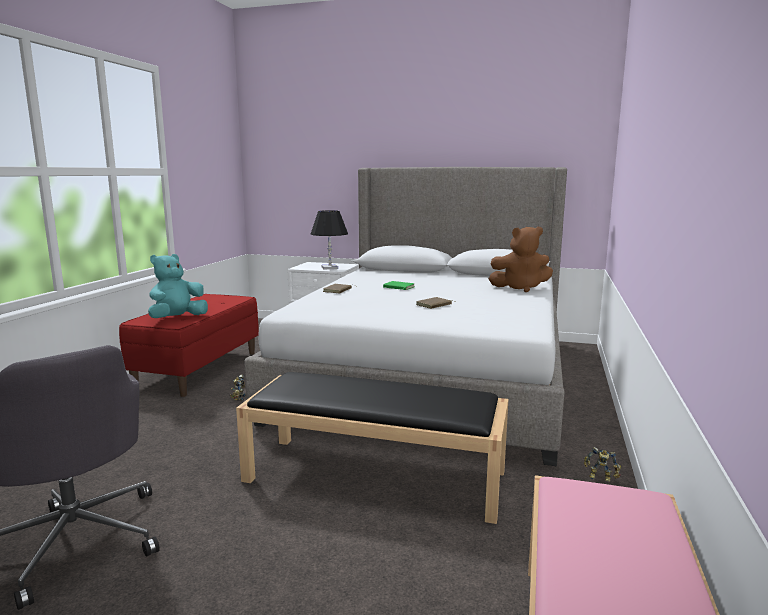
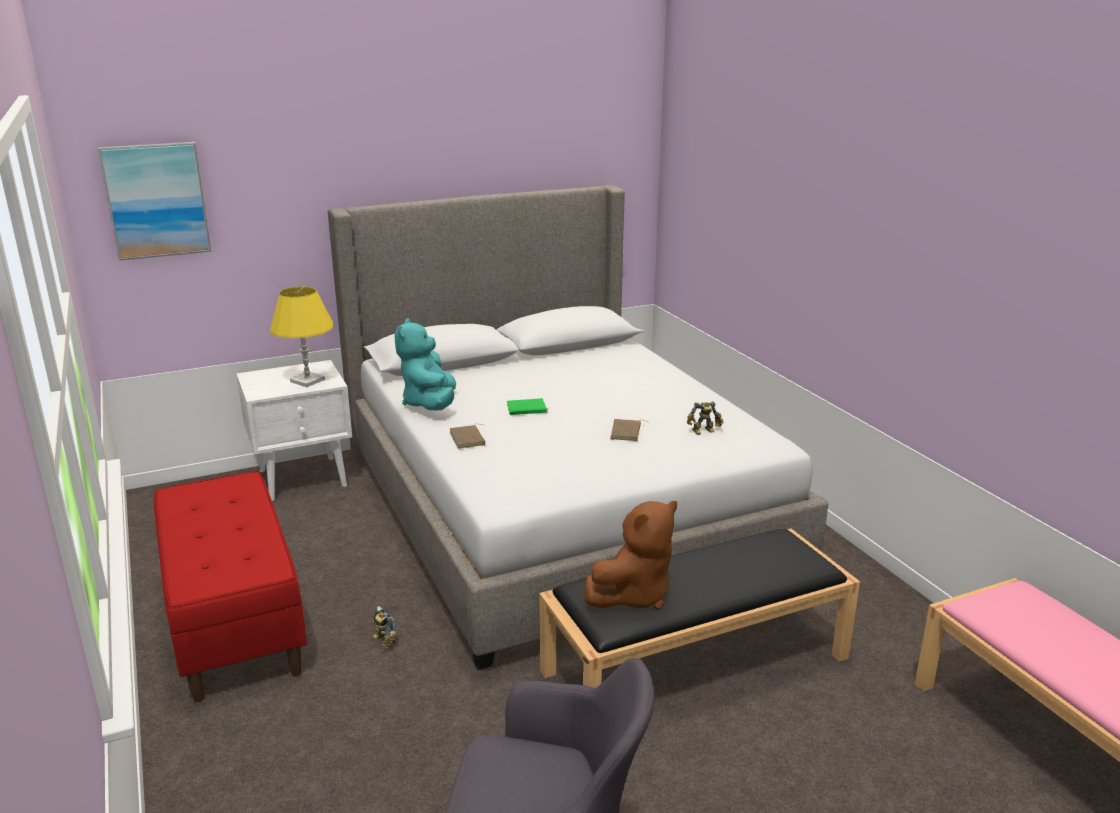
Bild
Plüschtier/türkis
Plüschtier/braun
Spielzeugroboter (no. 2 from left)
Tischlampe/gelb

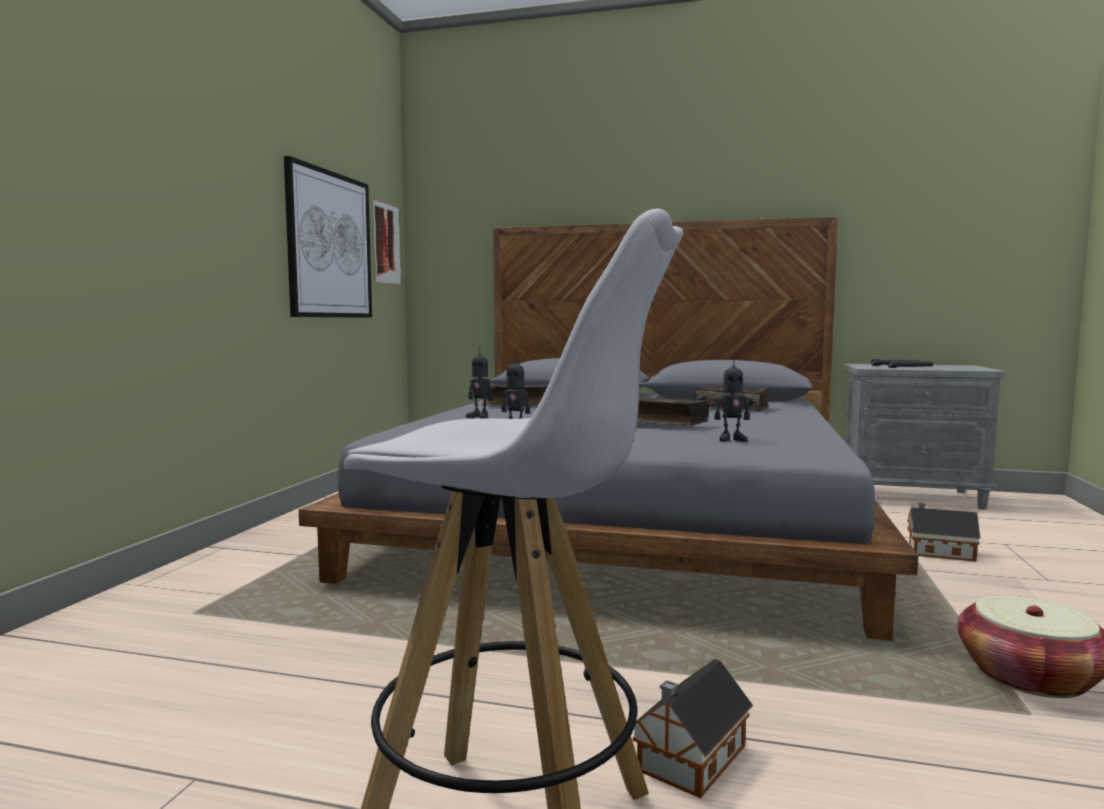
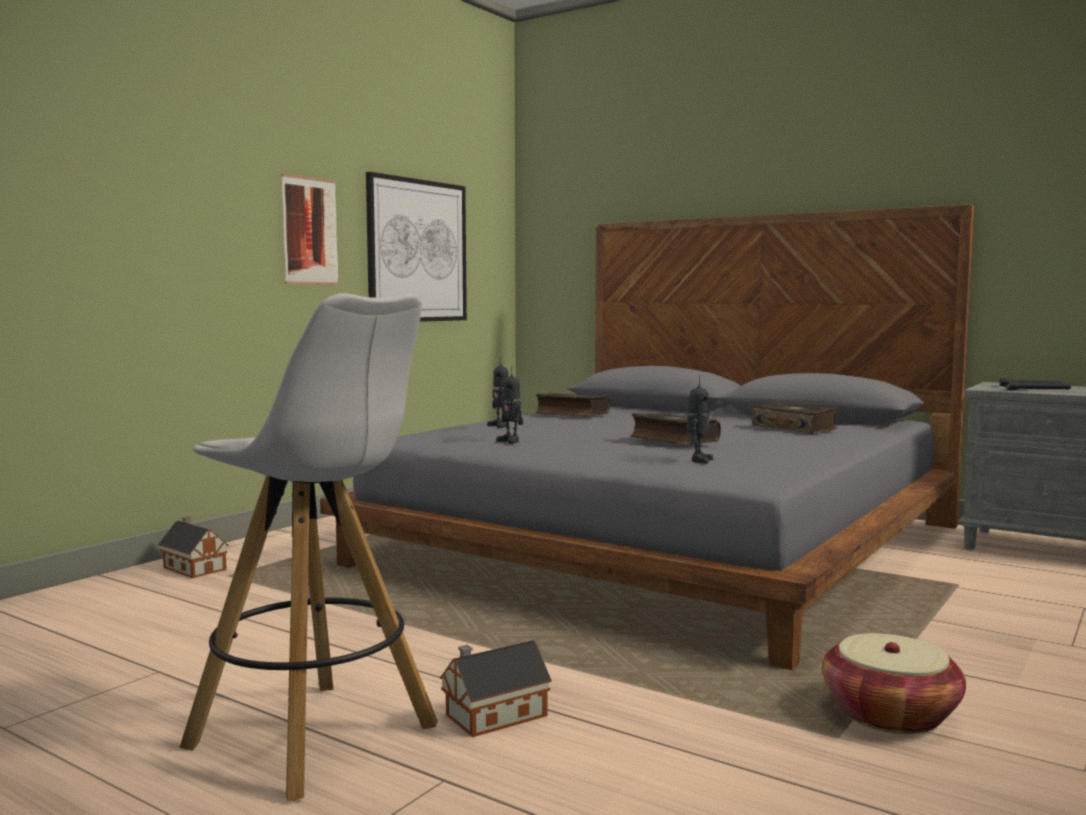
Bild (no. 1 from left)
Spielzeughaus (no. 1 from left)
Spielzeugroboter (no. 3 from left)

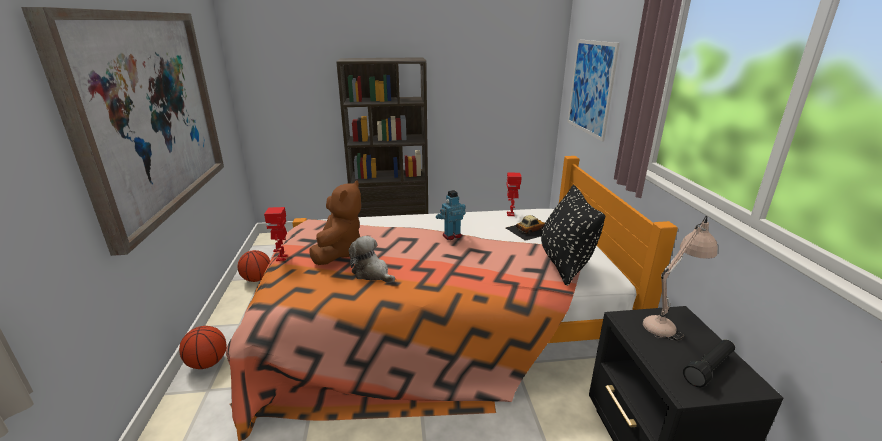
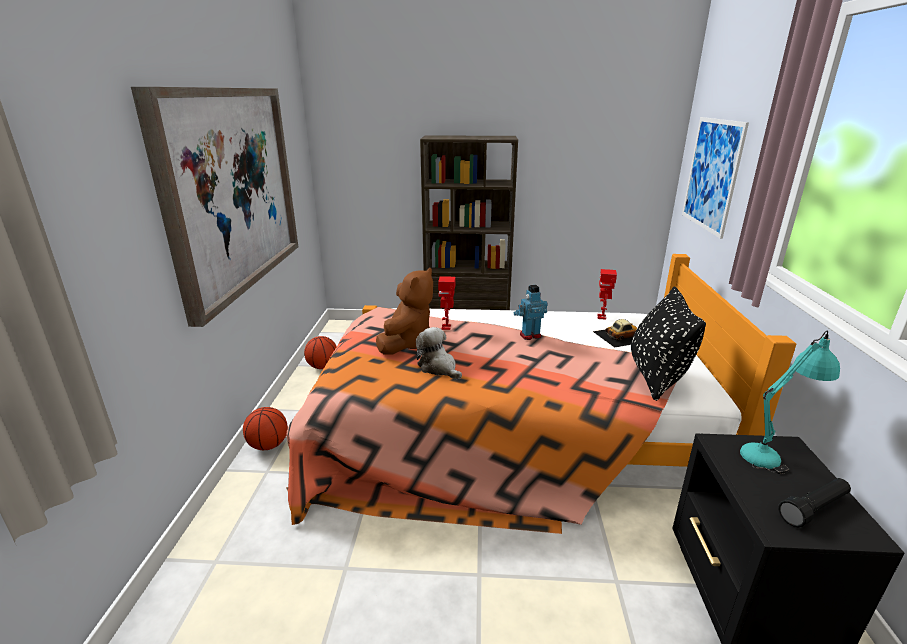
Spielzeugroboter (no. 1 from left)
Tischlampe/türkis

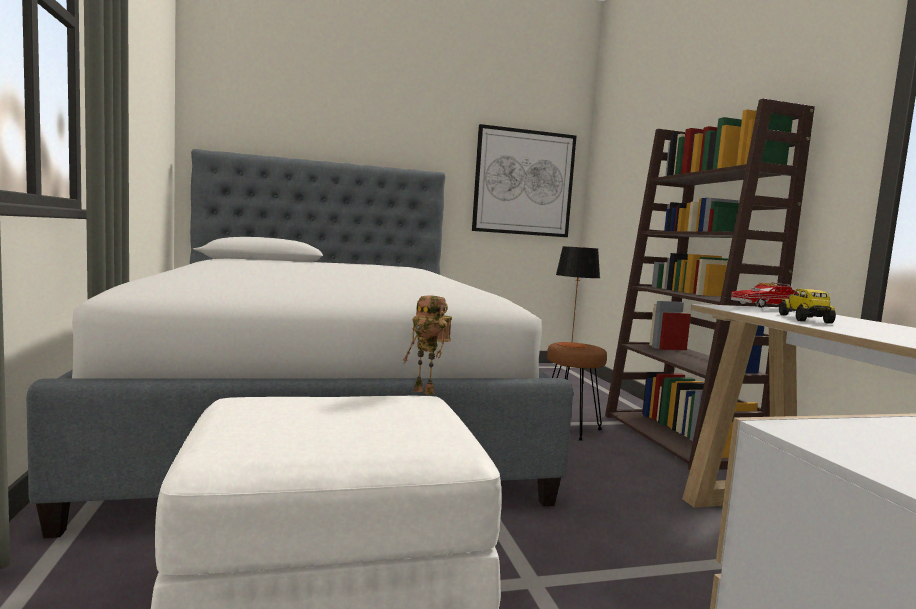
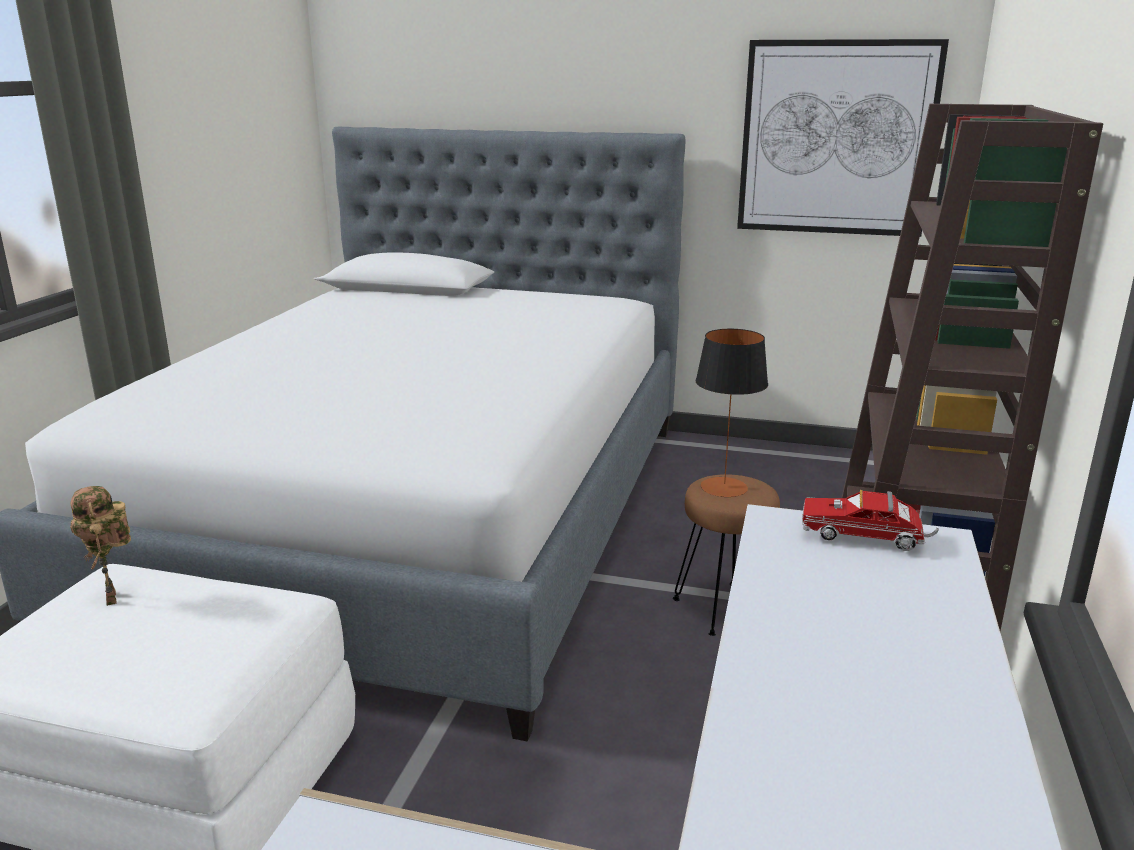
Spielzeuglaster (no. 2 from left in the first image)
Spielzeugroboter

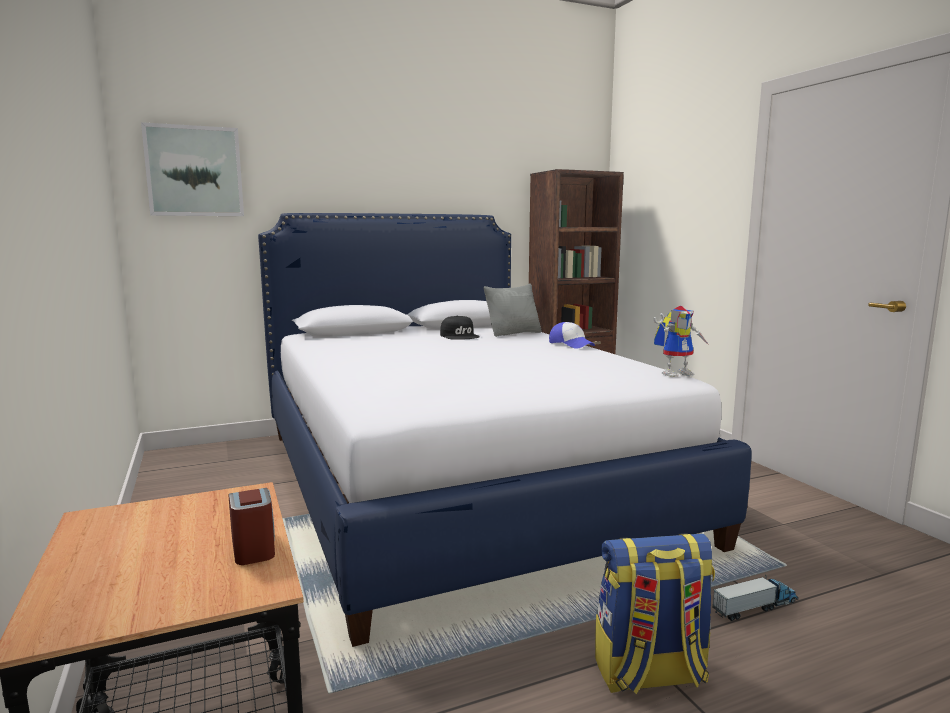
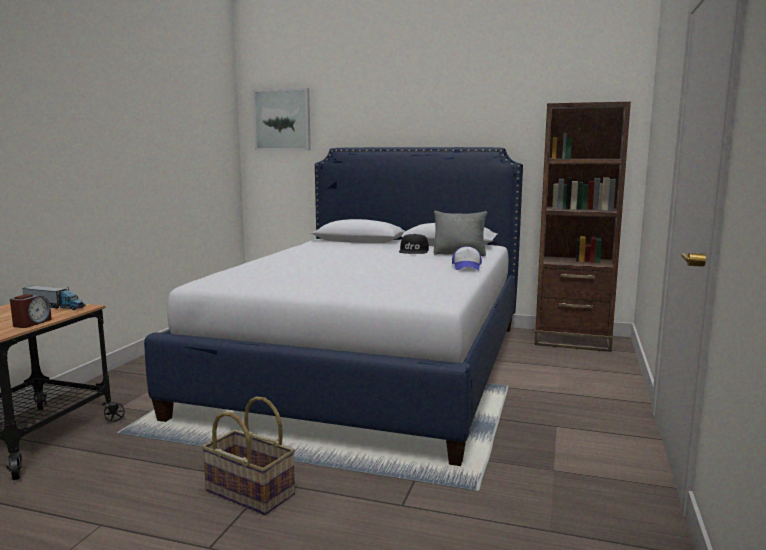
Spielzeugroboter
Spielzeuglaster
Korb

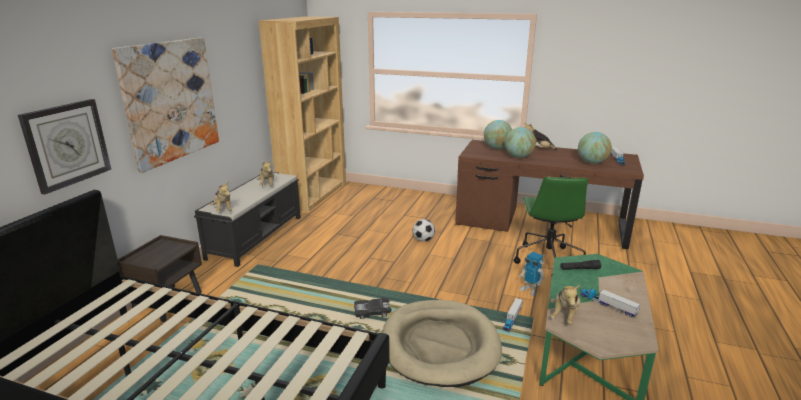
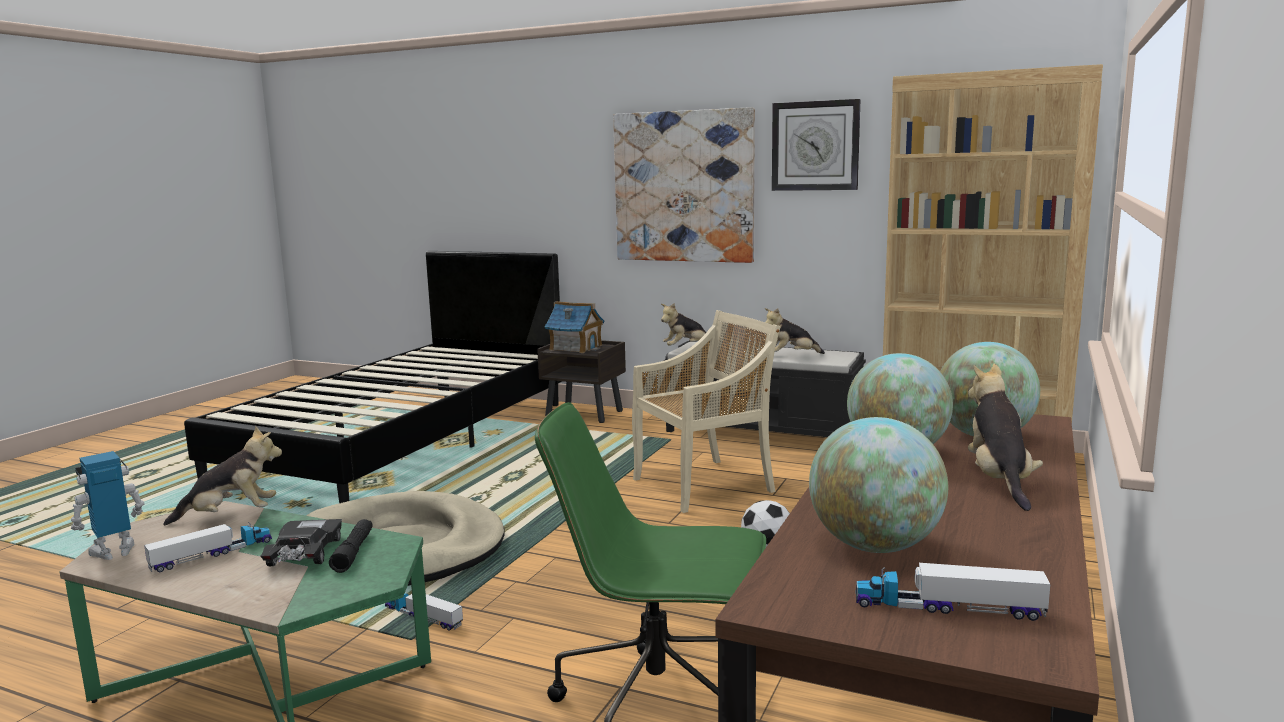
Spielzeughaus
Stuhl/beige
Wanduhr
Spielzeugauto/schwarz
Spielzeugroboter
Plüschtier (no. 1 from left)

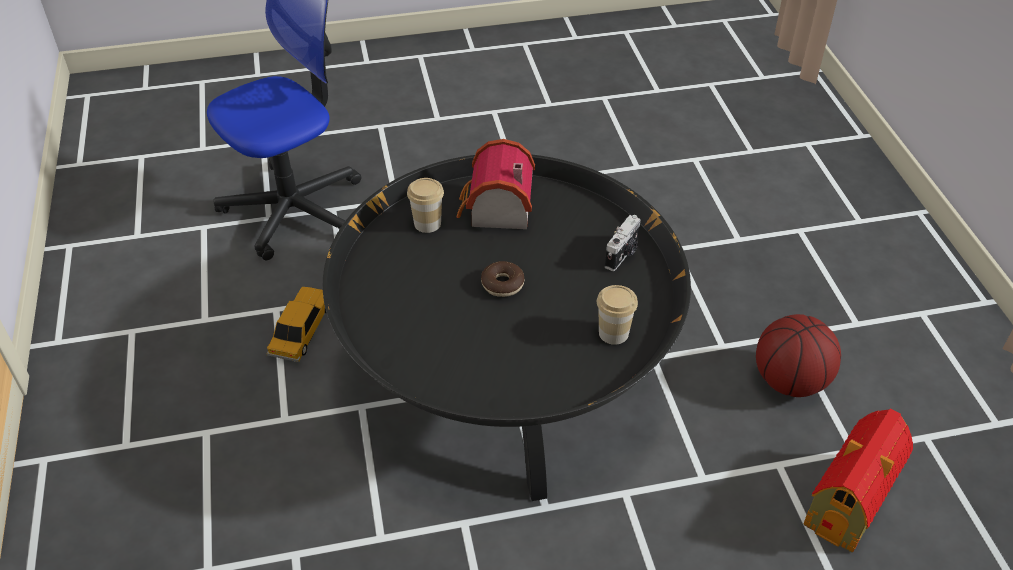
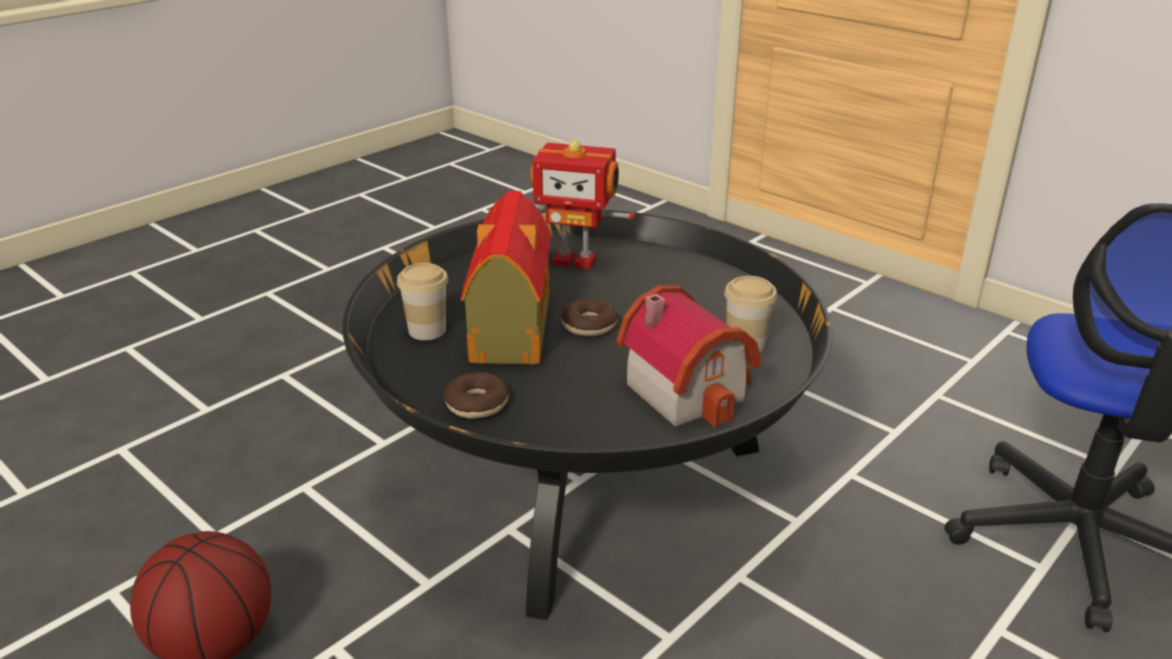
Spielzeugauto
Spielzeugroboter
Spielzeughaus (no. 1 from left)
Donut (no. 1 from left)

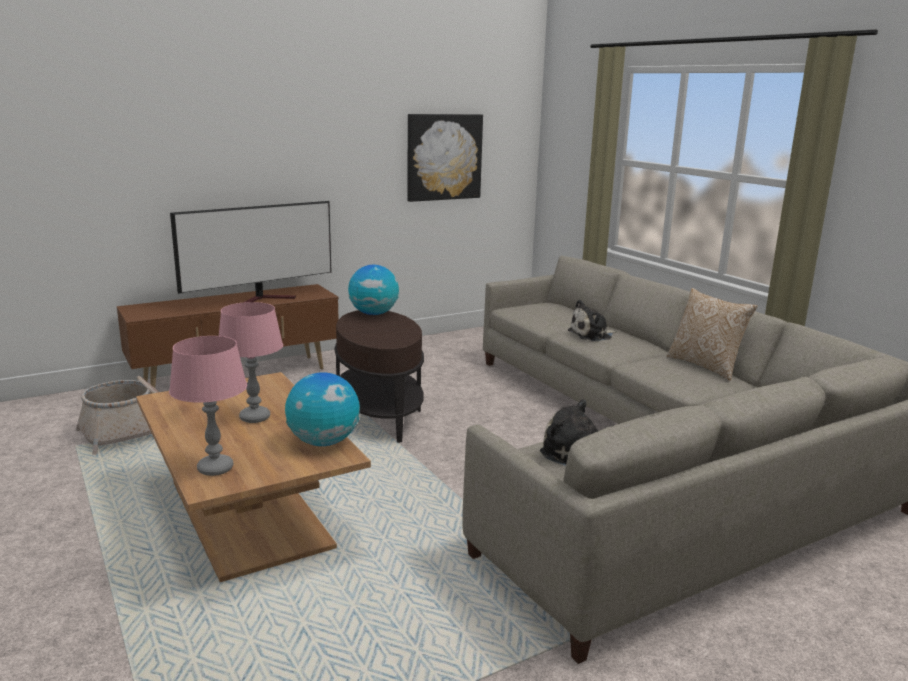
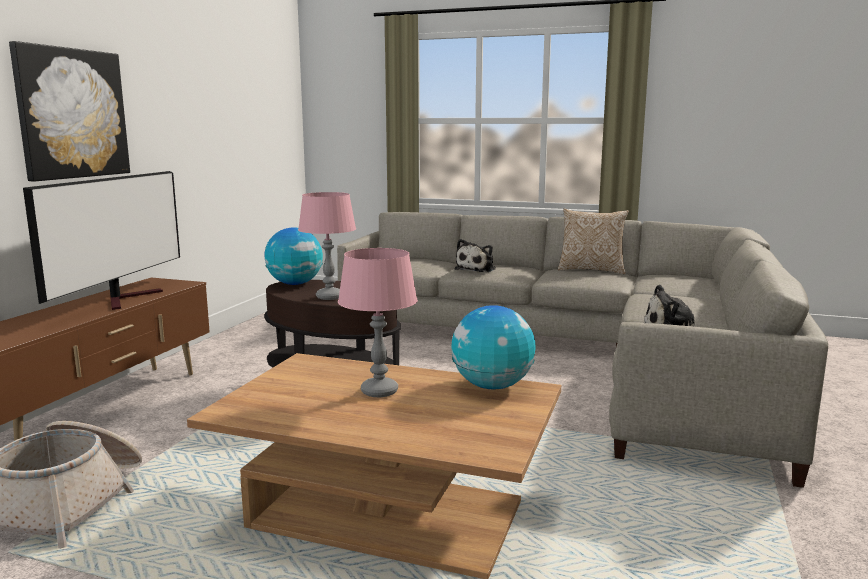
Tischlampe/rosa (no. 1 from left)
Bild

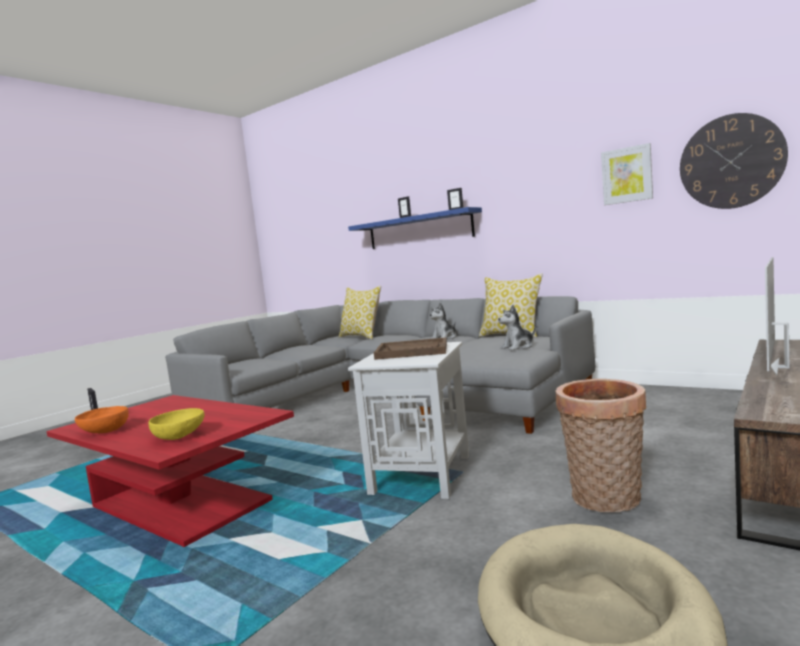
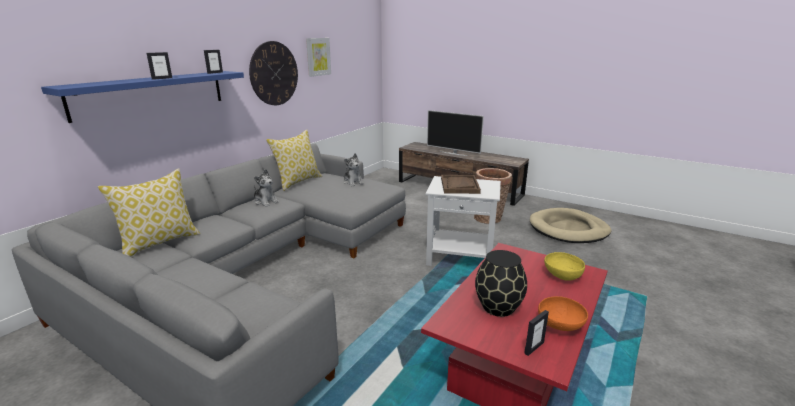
Vase/schwarz
Wanduhr

